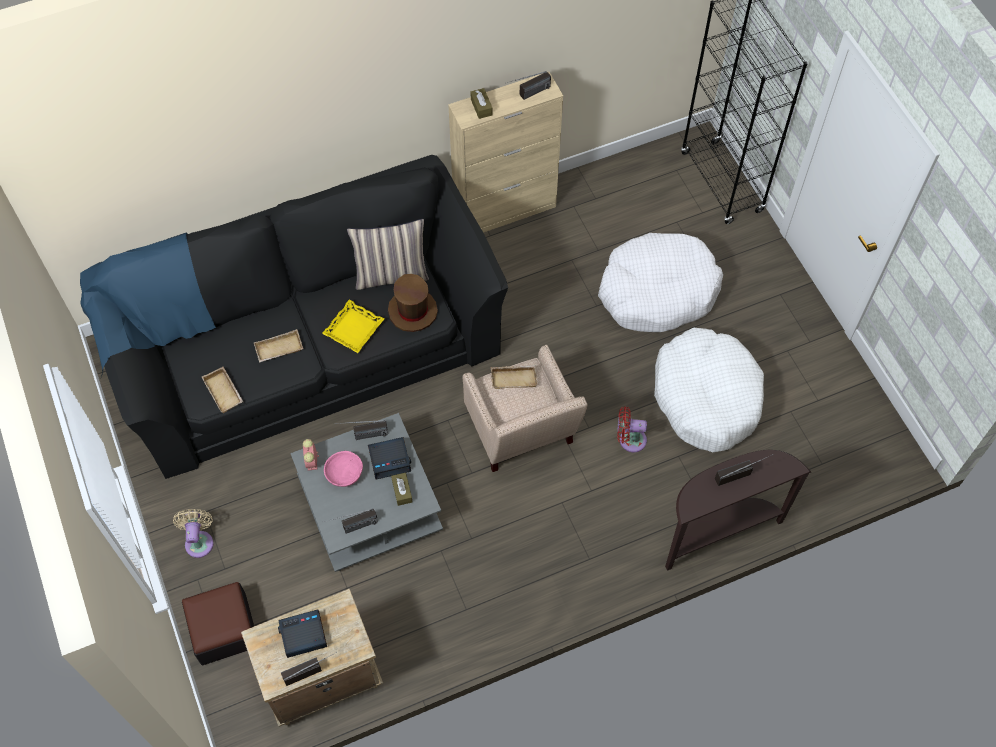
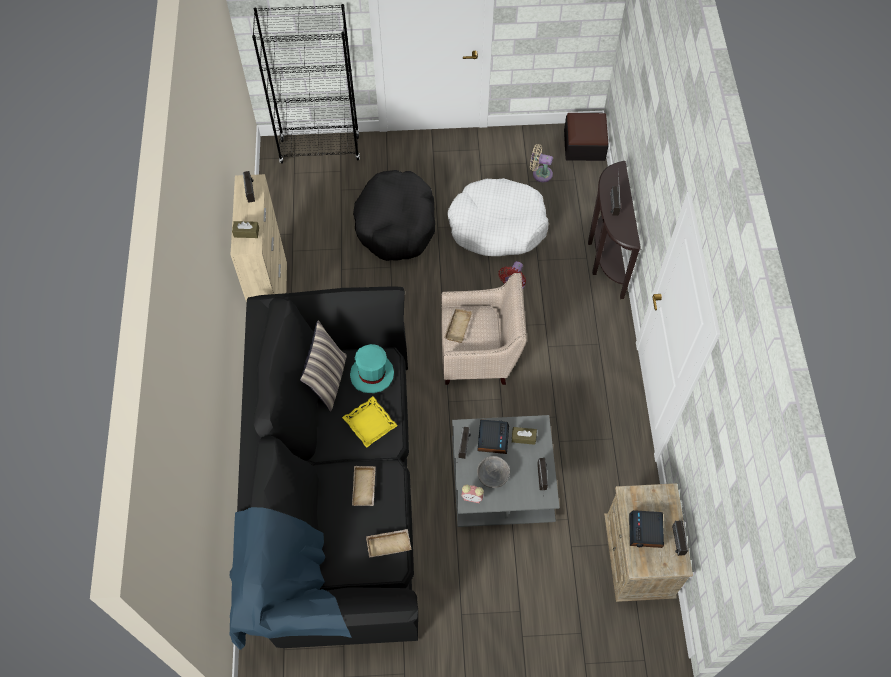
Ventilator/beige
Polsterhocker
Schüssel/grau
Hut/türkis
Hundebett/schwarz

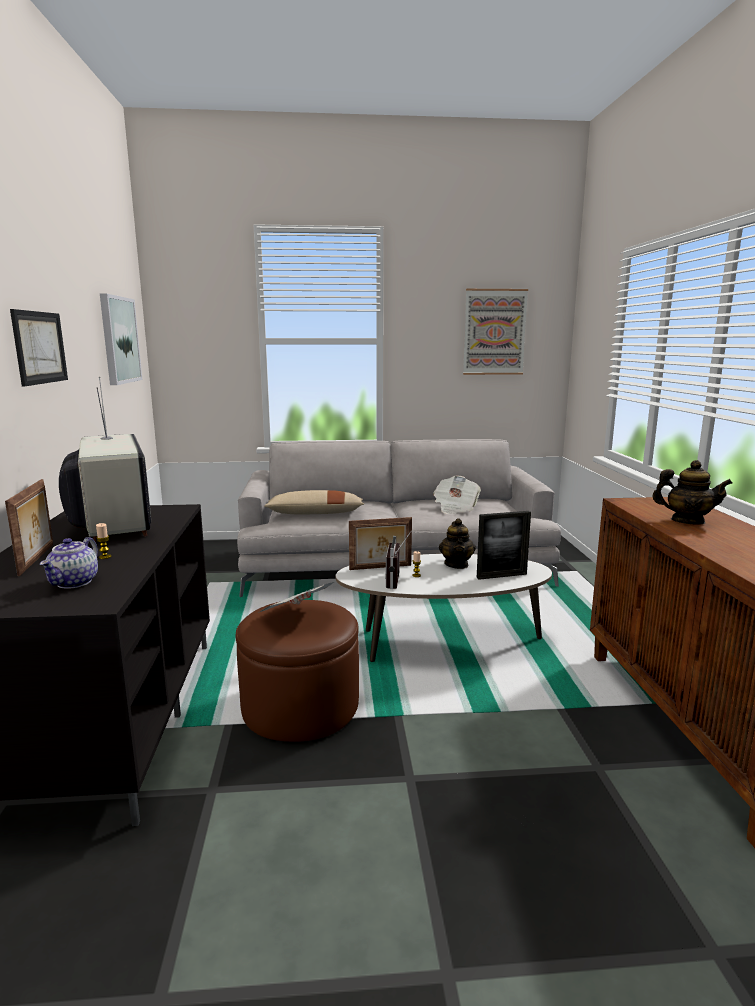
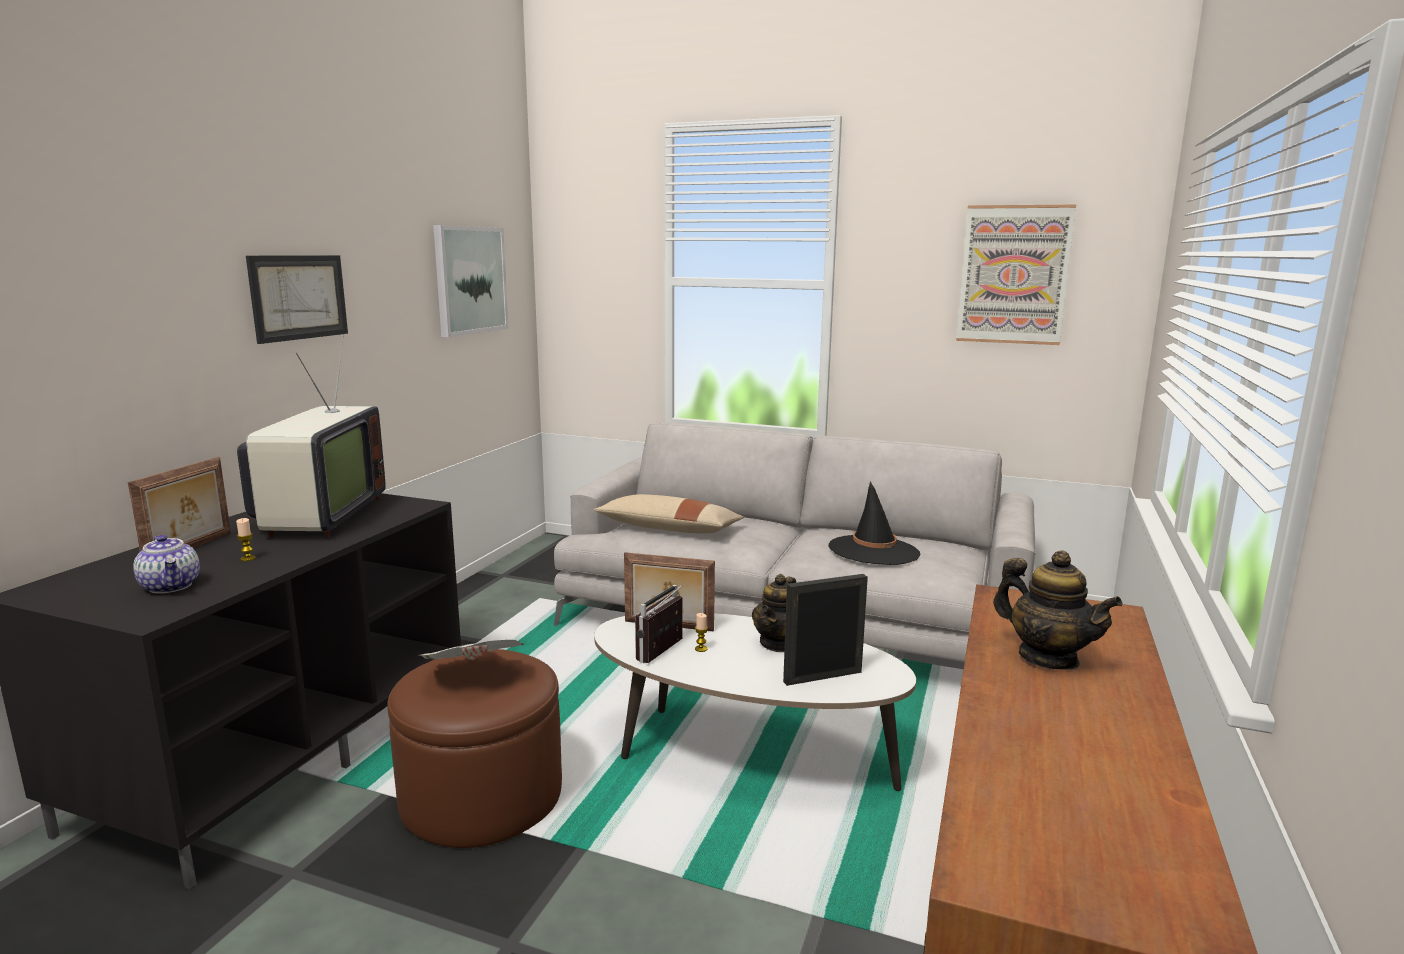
Hut/schwarz
Teekanne (no. 1 from left)
Bilderrahmen (no. 3 from left)

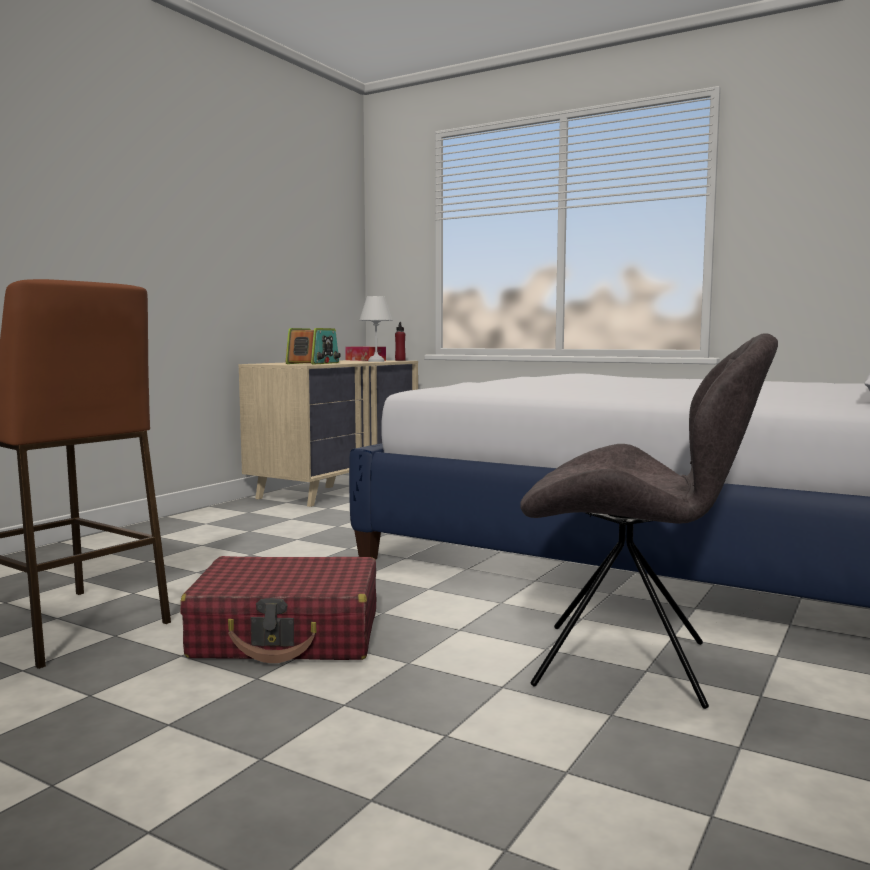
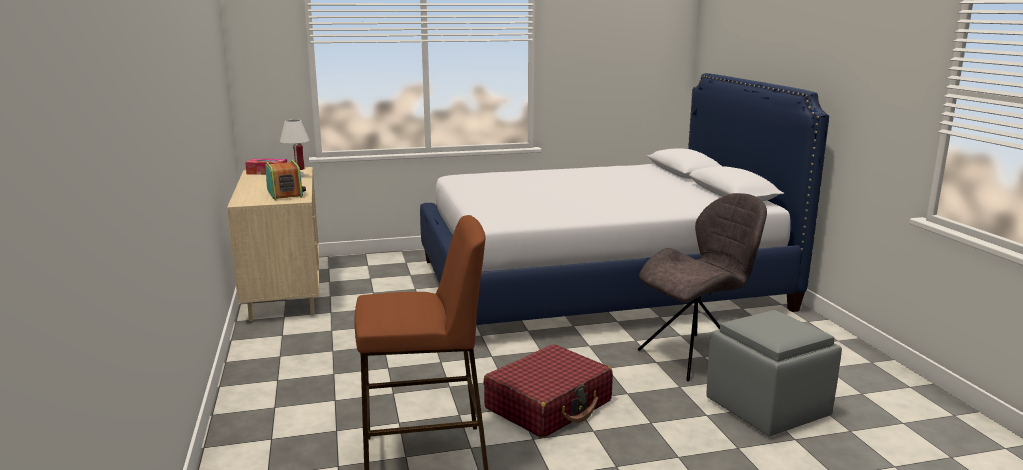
Polsterhocker/grau

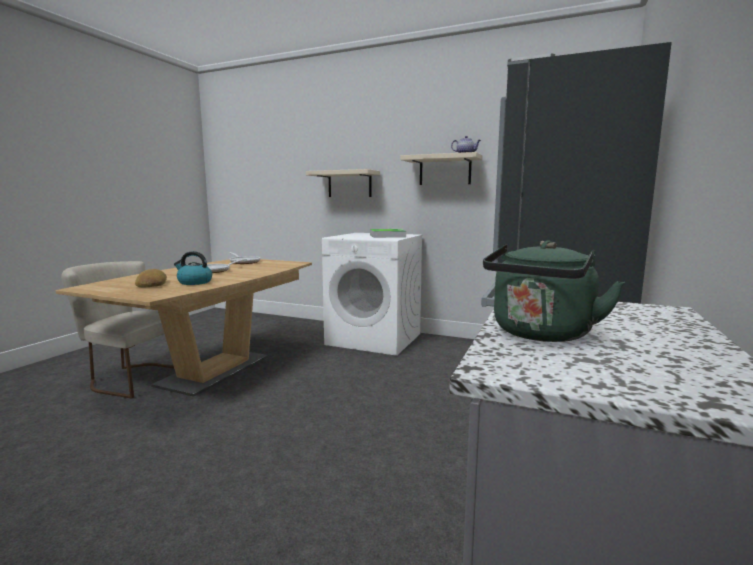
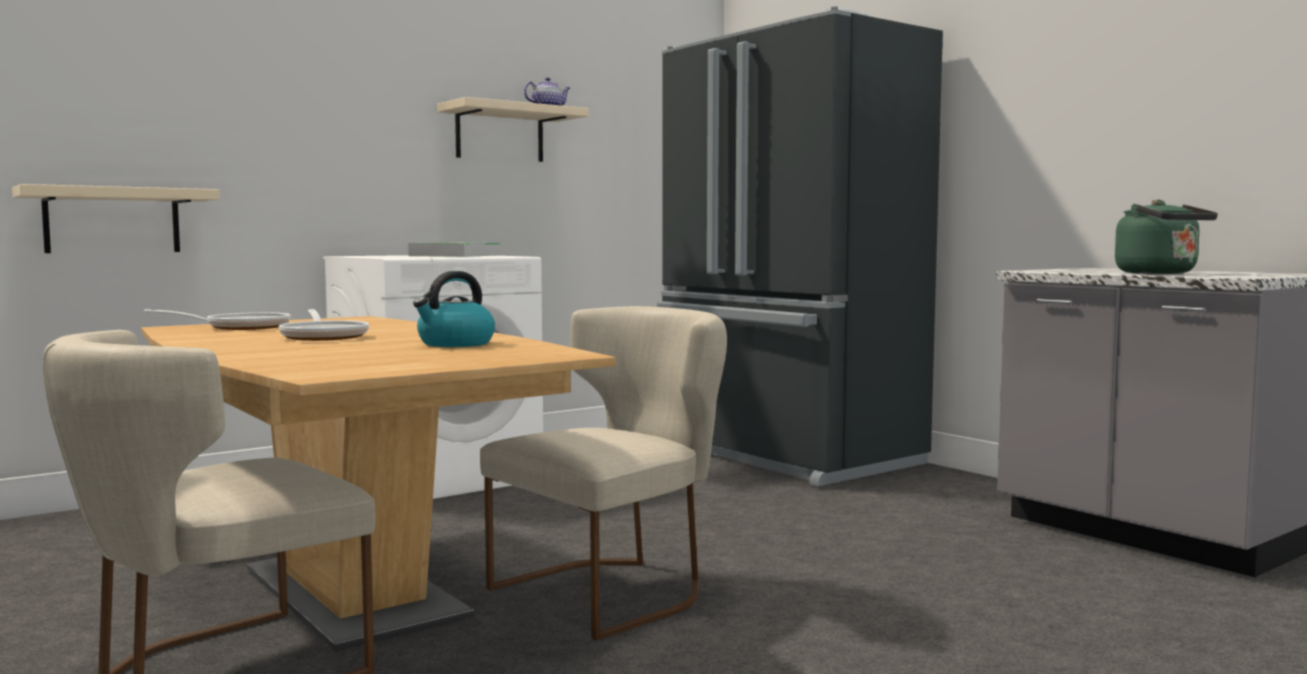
Brot
Stuhl/beige (no. 2 from left)
Wandregal/beige (no. 1 from left)

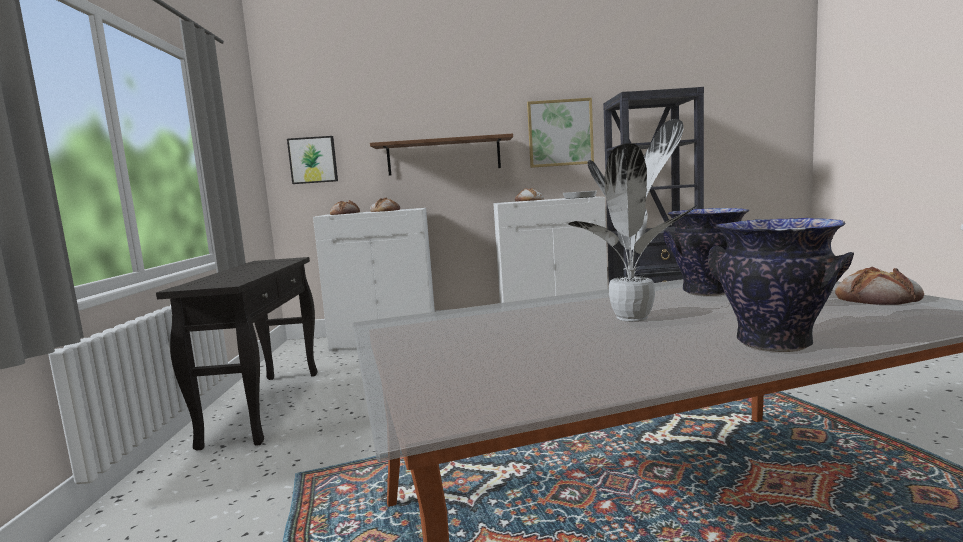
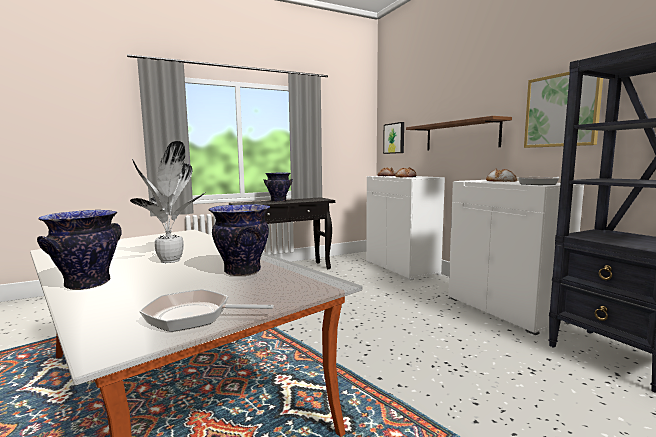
Vase (no. 3 from left)
Pfanne (no. 1 from left)

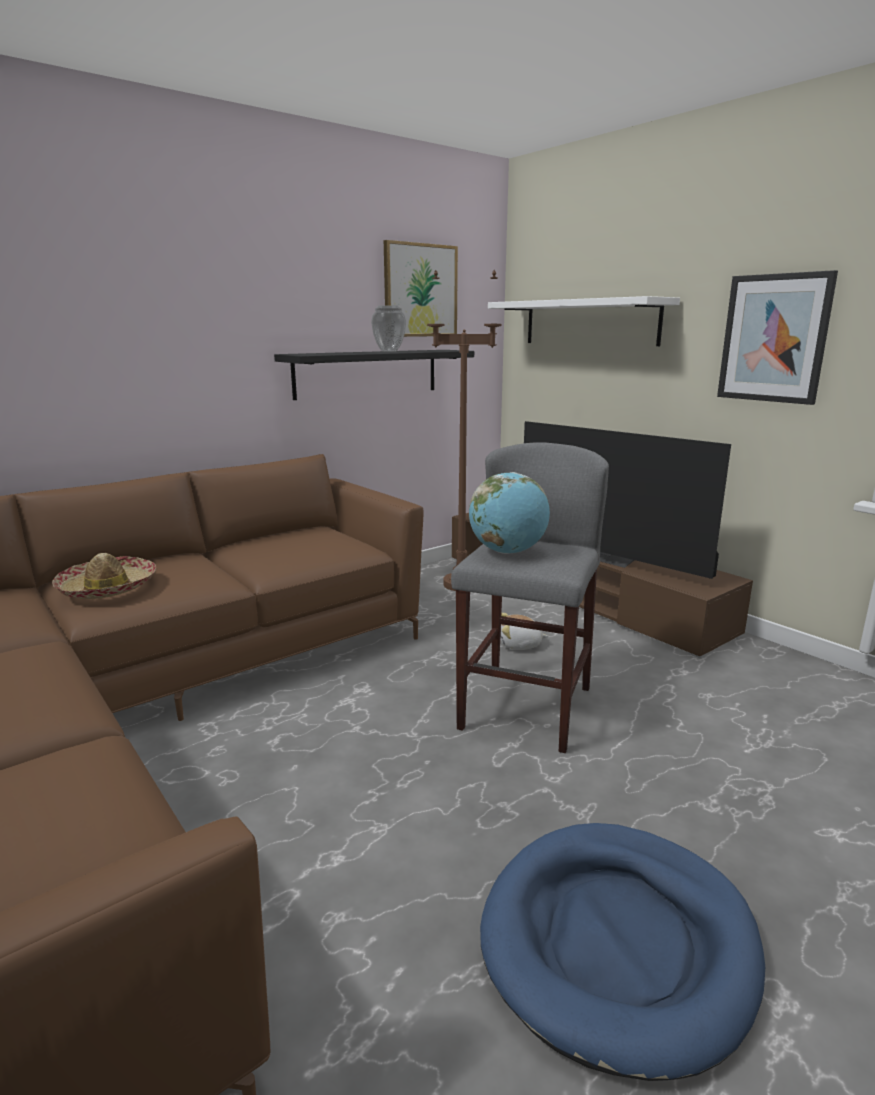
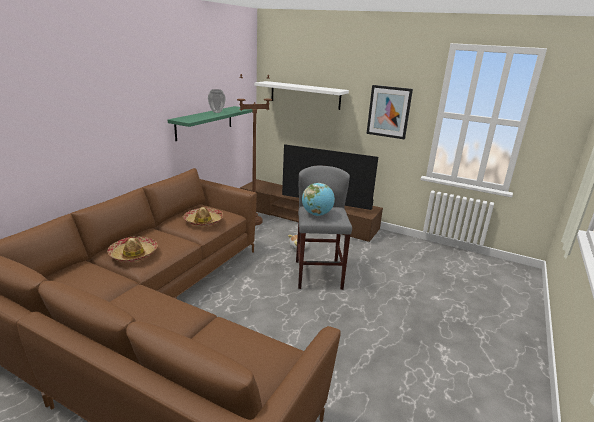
Bild (no. 1 from left in the first image)
Hundebett/blau
Hut (no. 2 from left)
Wandregal/grün

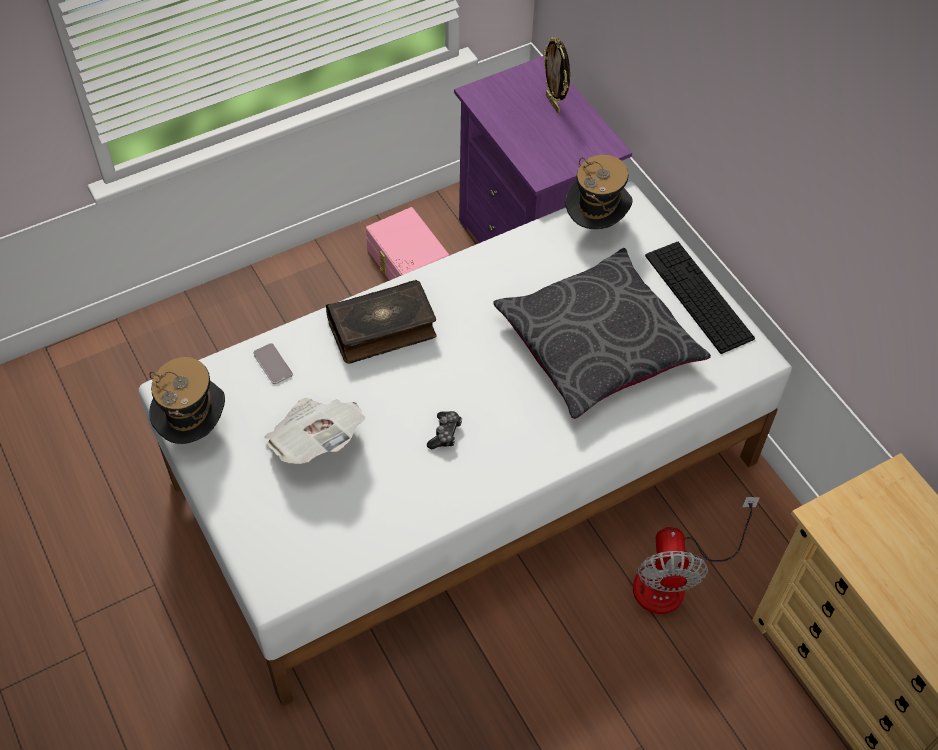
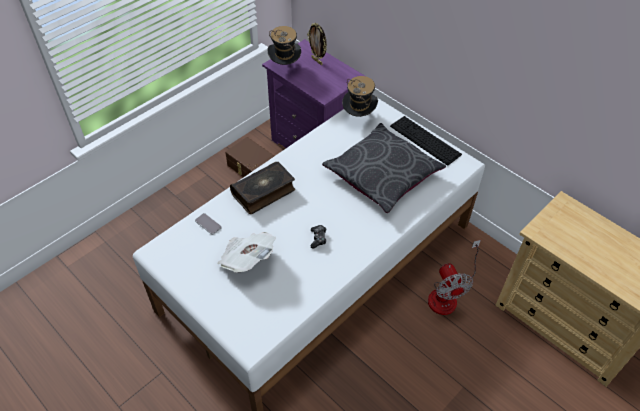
Hut (no. 1 from left)
Aufbewahrungsbox/braun

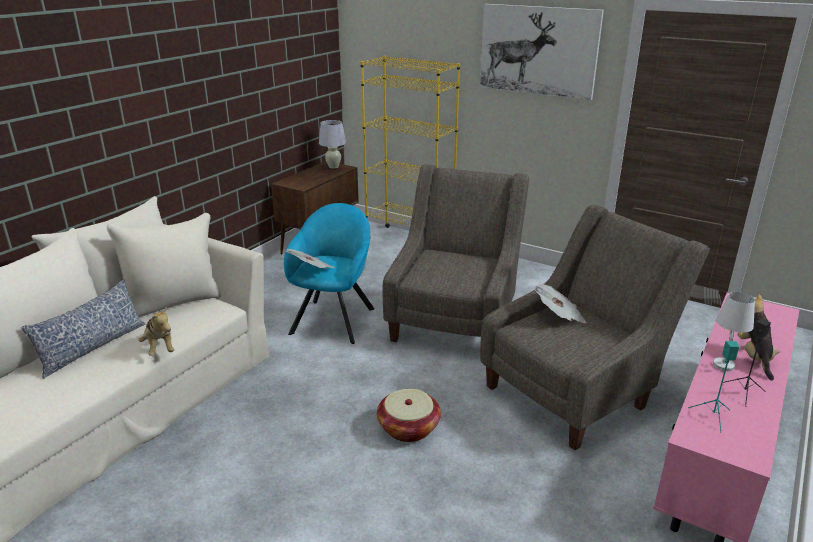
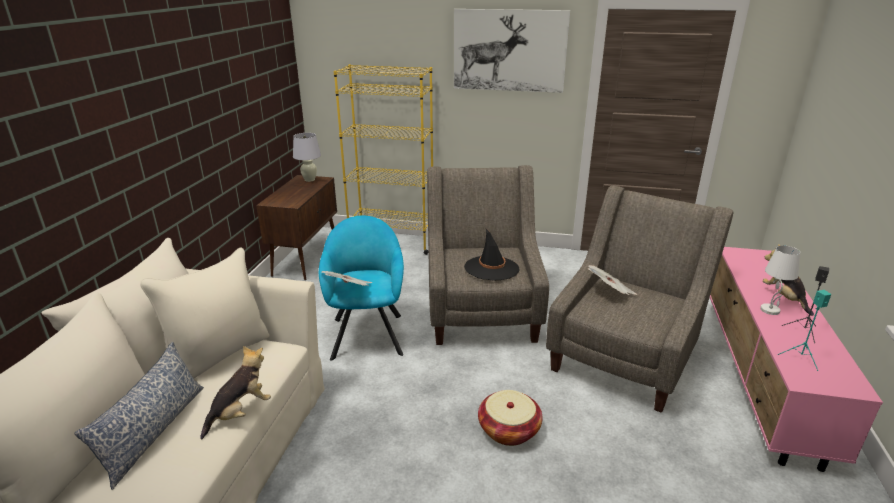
Hut/schwarz
Plüschtier (no. 1 from left)

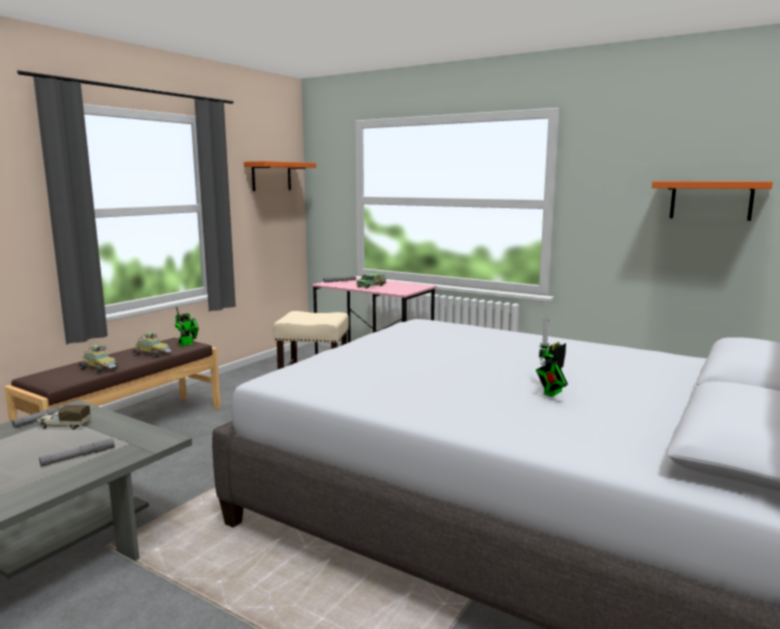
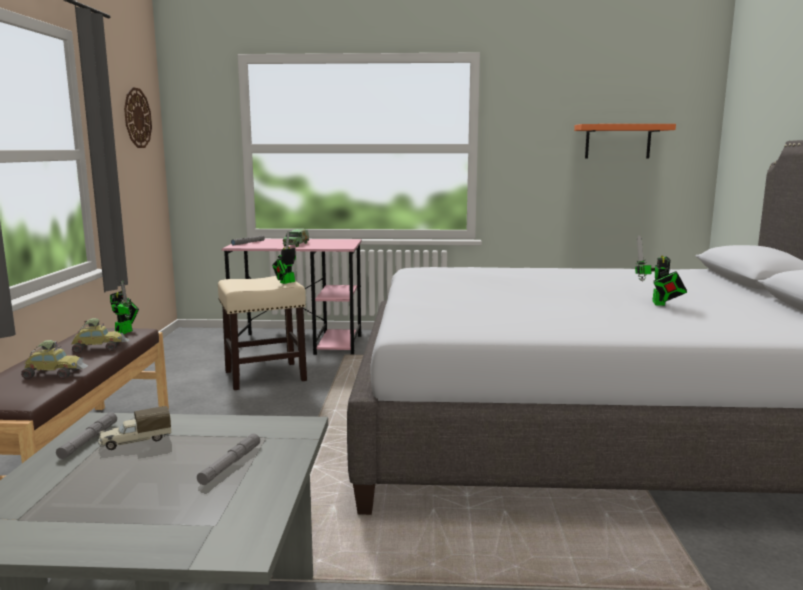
Spielzeugroboter (no. 2 from left)
Wanduhr

